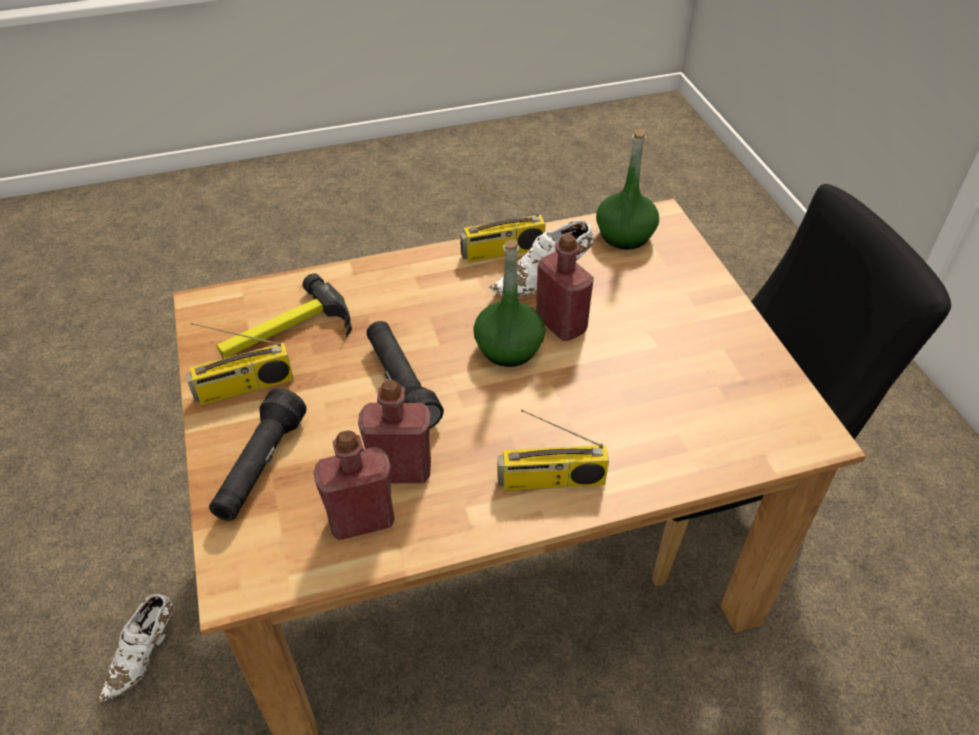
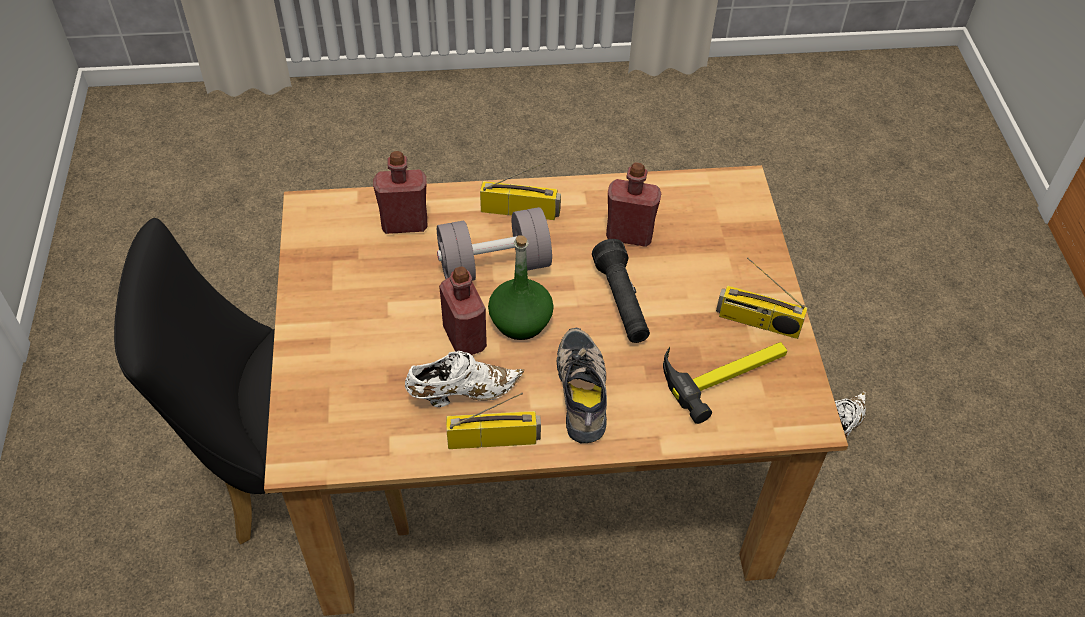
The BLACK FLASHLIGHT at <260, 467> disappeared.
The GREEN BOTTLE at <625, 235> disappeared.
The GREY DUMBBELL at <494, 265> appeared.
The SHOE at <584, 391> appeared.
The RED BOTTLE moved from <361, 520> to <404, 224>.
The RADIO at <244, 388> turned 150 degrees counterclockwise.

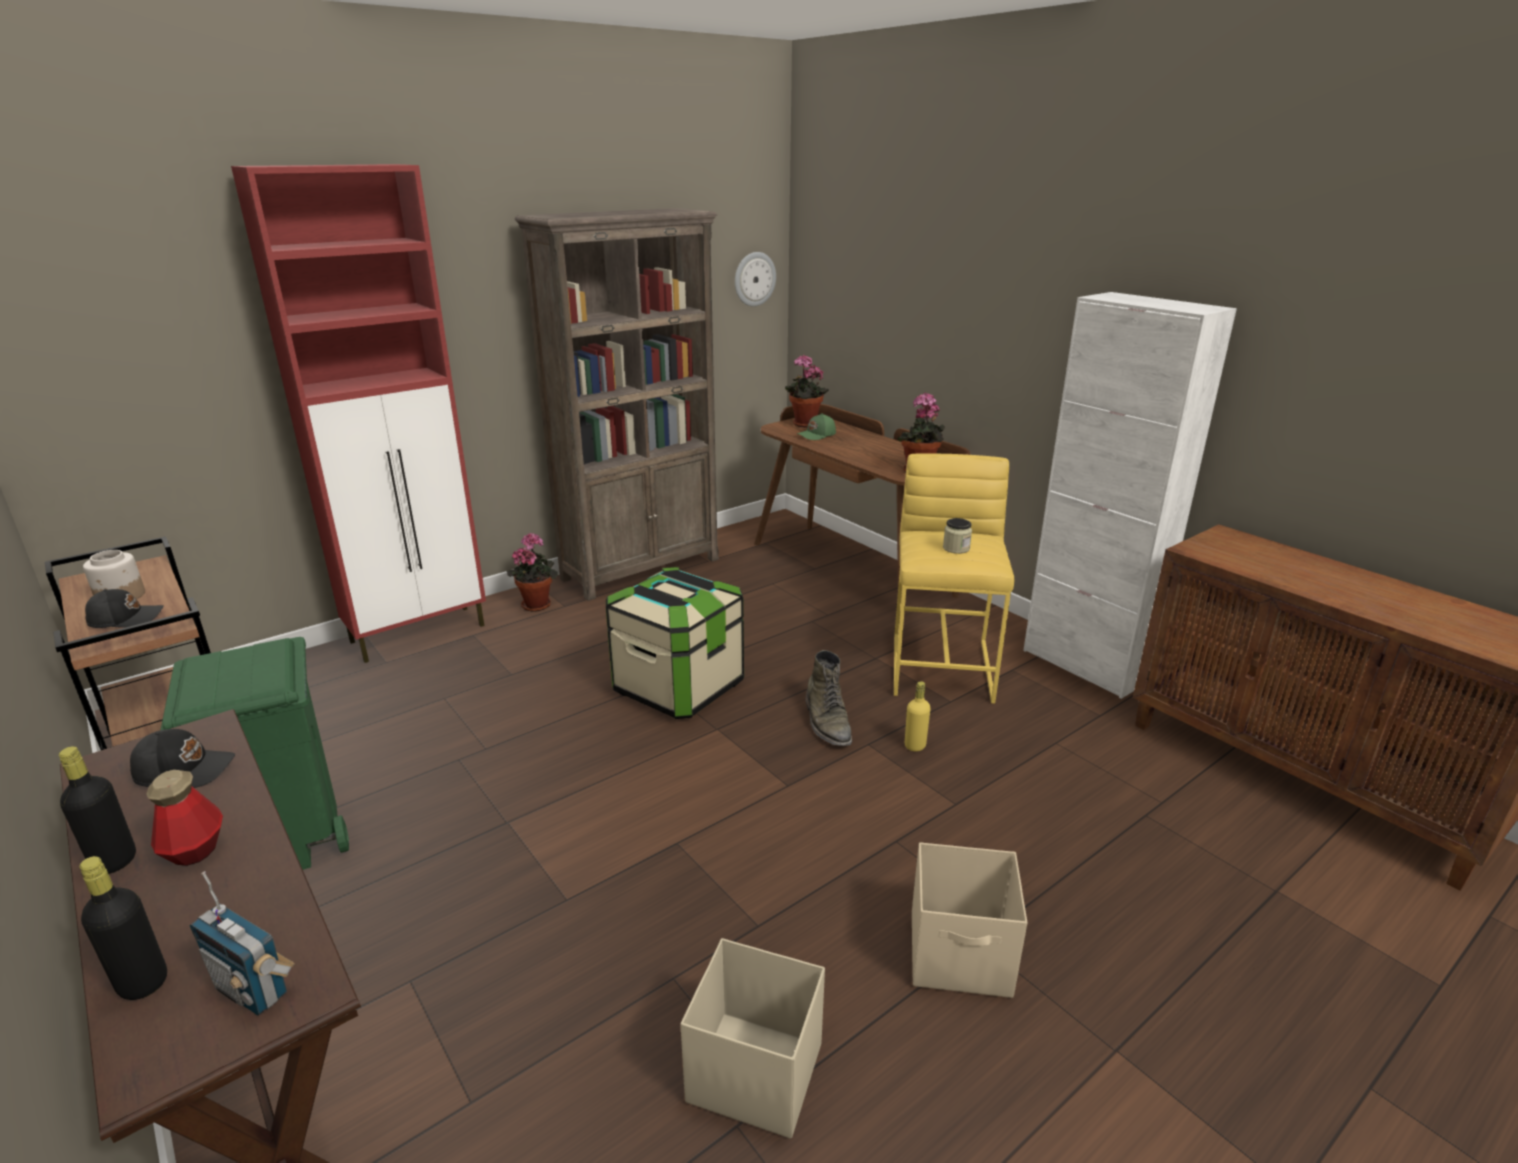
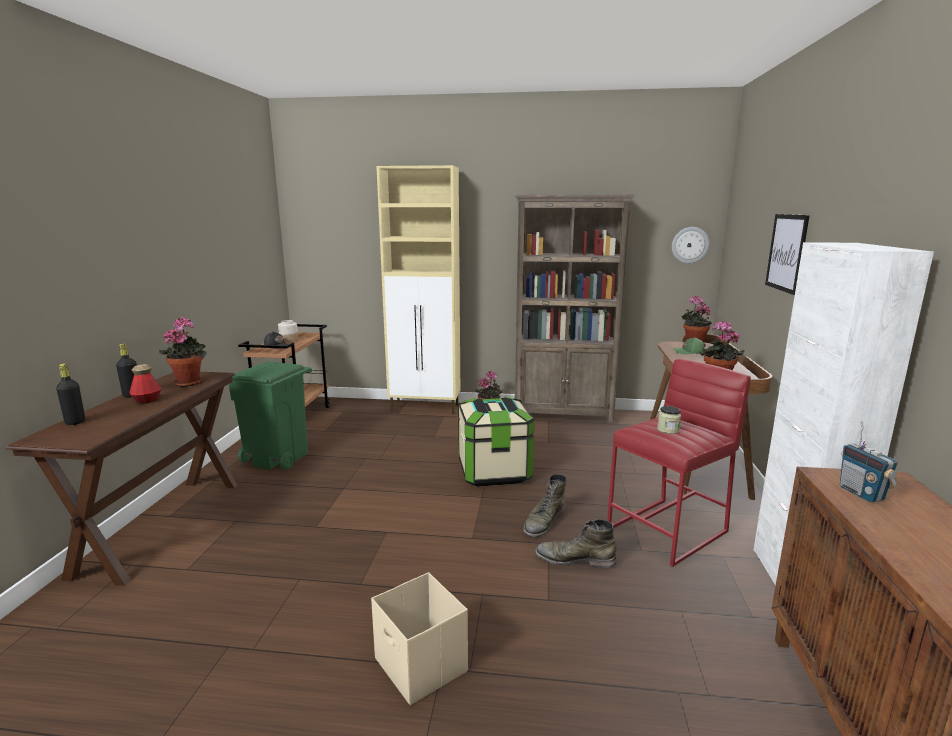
The BEIGE STORAGE BOX at <753, 1072> disappeared.
The PICTURE at <786, 252> appeared.
The RADIO moved from <254, 990> to <861, 493>.
The BLACK CAP at <185, 769> was replaced by the POTTED PLANT at <189, 382>.
The YELLOW BOTTLE at <915, 746> was replaced by the GREEN BOOT at <575, 559>.
The RED CABINET at <420, 633> became the BEIGE CABINET at <426, 408>.
The YELLOW STOOL at <943, 666> became the RED STOOL at <668, 530>.

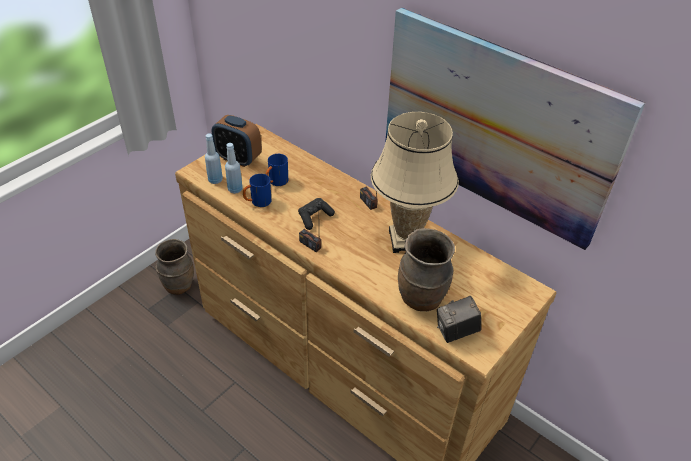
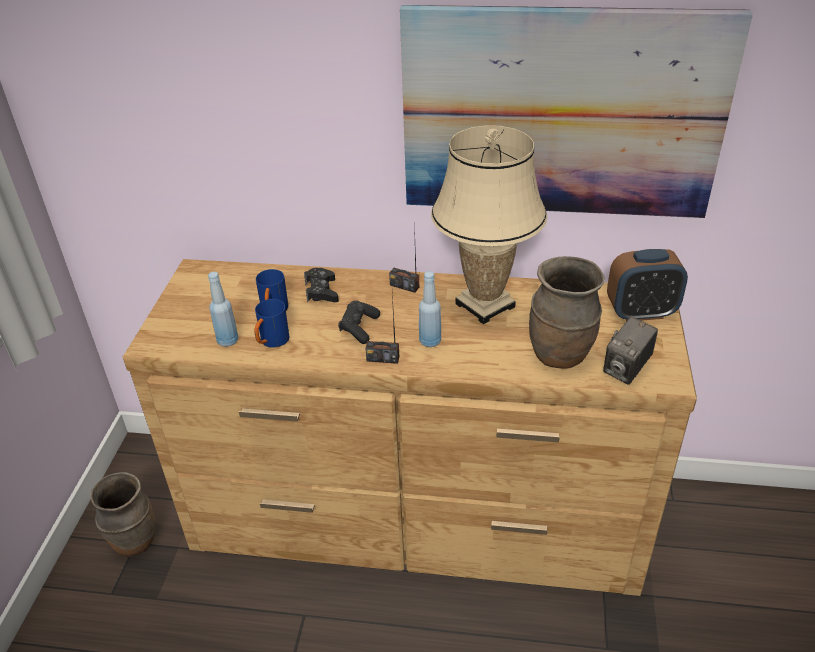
The BLACK GAME CONTROLLER at <321, 291> appeared.
The BLUE BOTTLE moved from <215, 180> to <430, 341>.
The ALARM CLOCK moved from <238, 159> to <641, 312>.

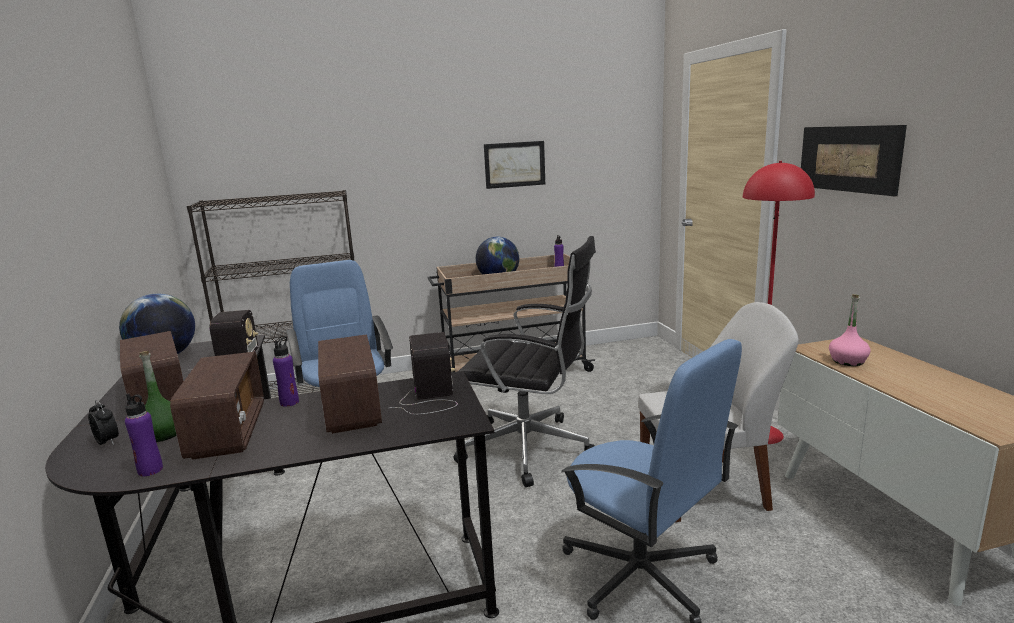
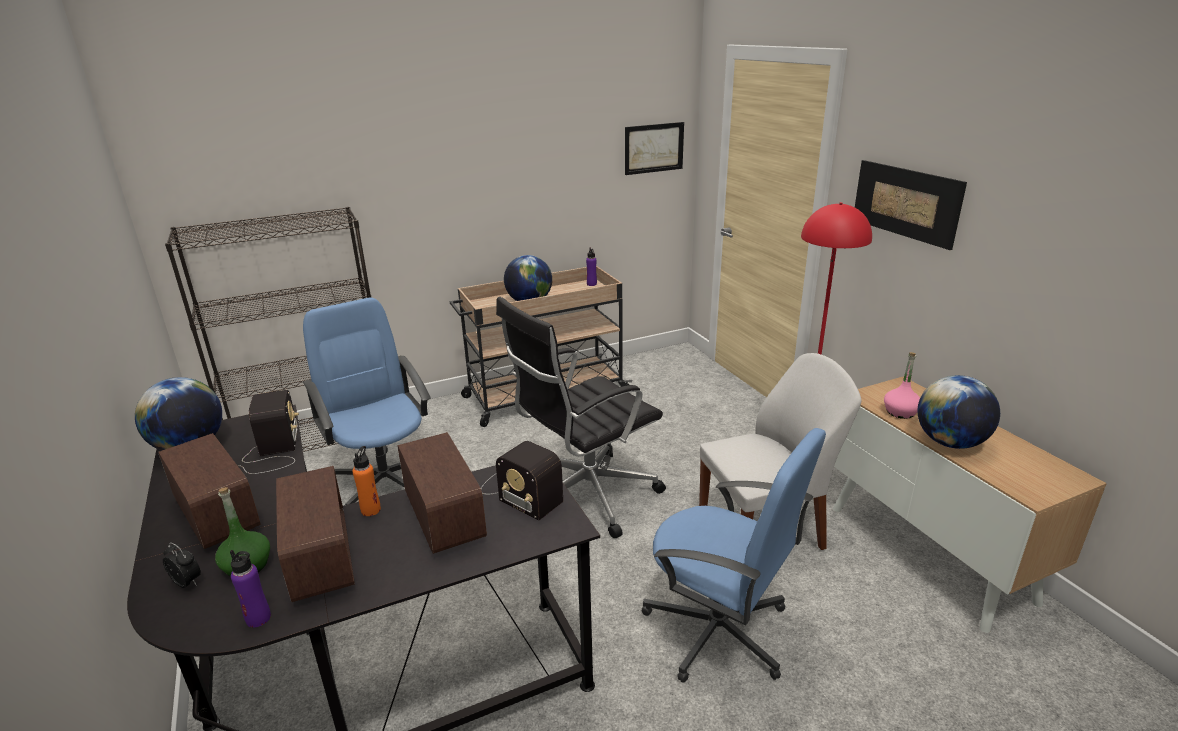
The GLOBE at <950, 442> appeared.
The PICTURE moved from <514, 164> to <654, 148>.
The PURPLE BOTTLE at <289, 402> became the ORANGE BOTTLE at <371, 510>.
The RADIO at <430, 395> turned 150 degrees clockwise.
The BLACK OFFICE CHAIR at <530, 449> turned 135 degrees clockwise.

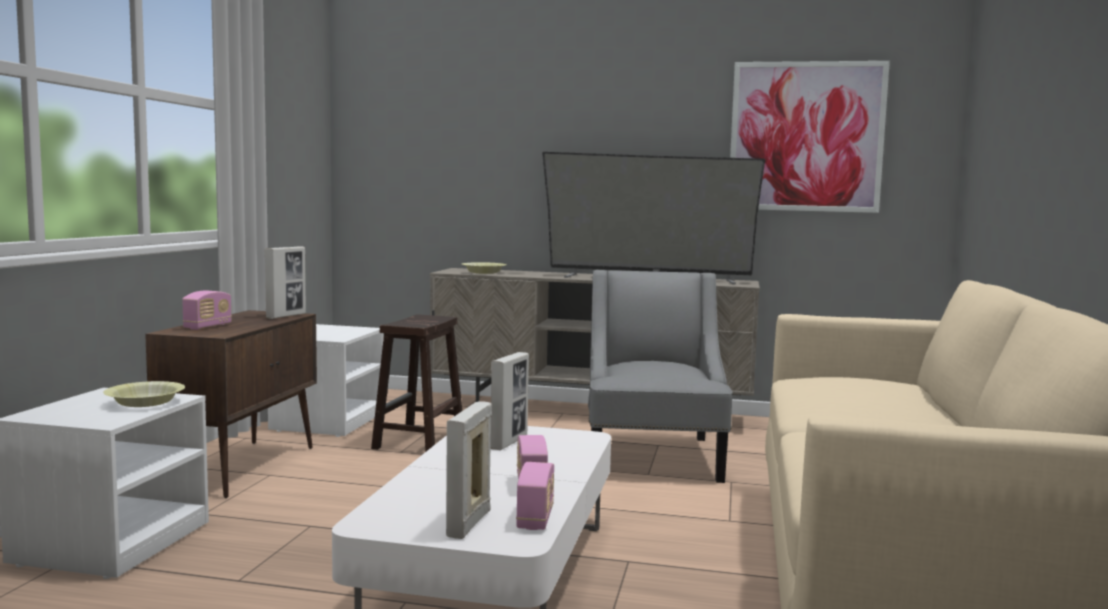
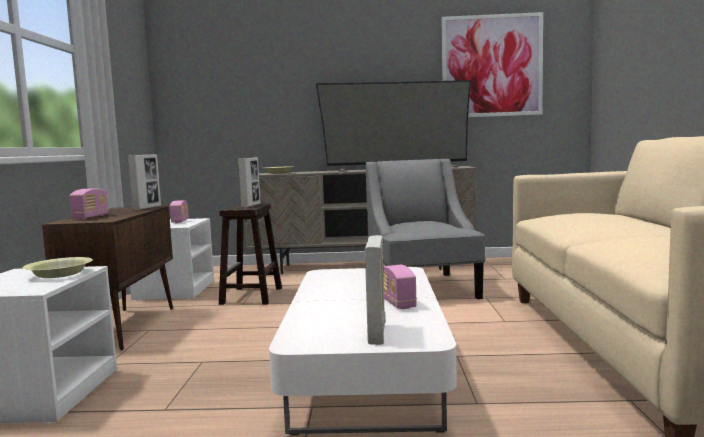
The PICTURE FRAME moved from <509, 442> to <251, 205>.
The RADIO moved from <535, 518> to <180, 221>.

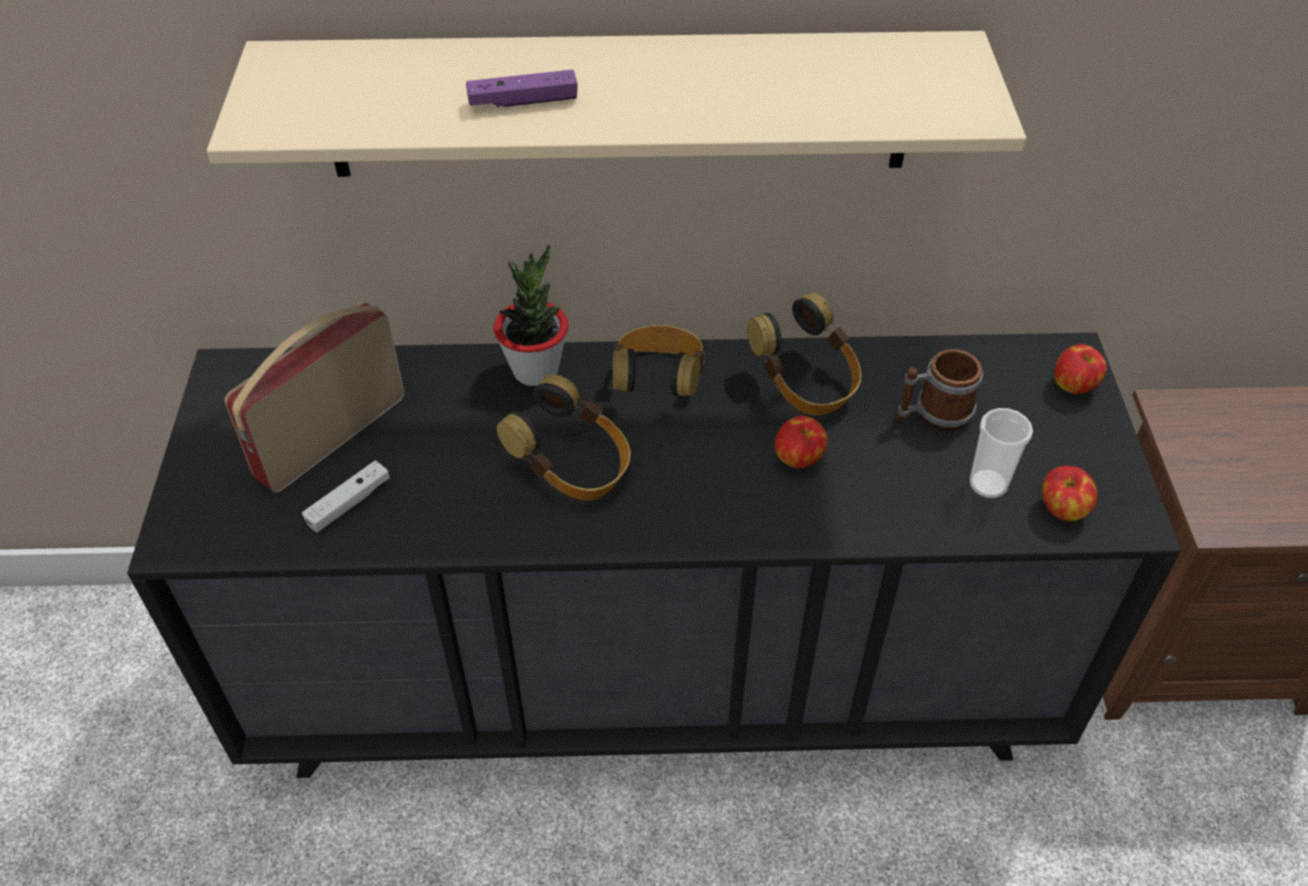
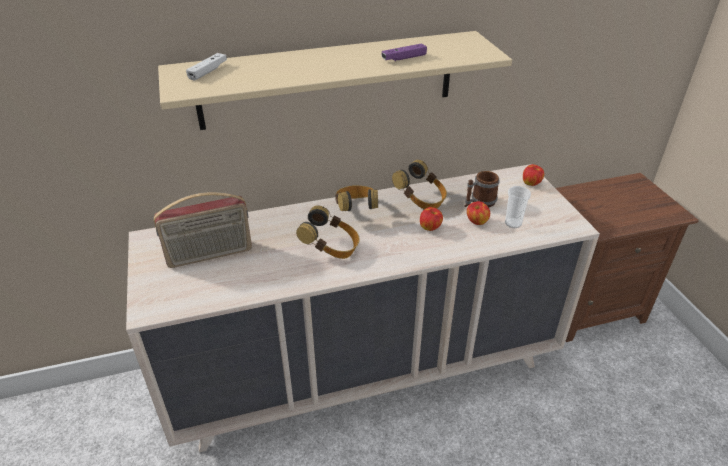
The POTTED PLANT at <535, 370> disappeared.
The WHITE GAME CONTROLLER moved from <349, 503> to <208, 71>.
The PURPLE GAME CONTROLLER moved from <523, 101> to <404, 58>.
The APPLE moved from <1062, 510> to <476, 222>.
The BLACK DRESSER at <656, 680> became the BEIGE DRESSER at <365, 368>.
The RADIO at <330, 436> turned 135 degrees counterclockwise.

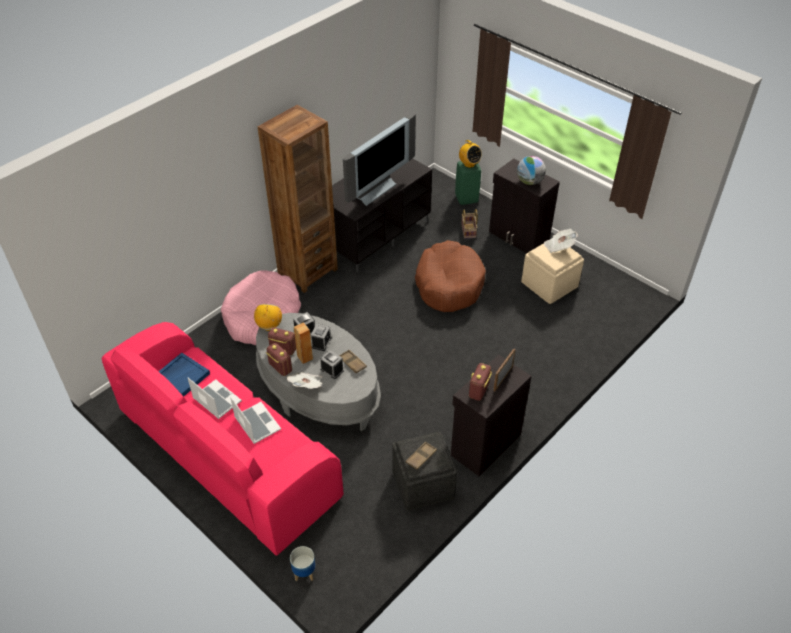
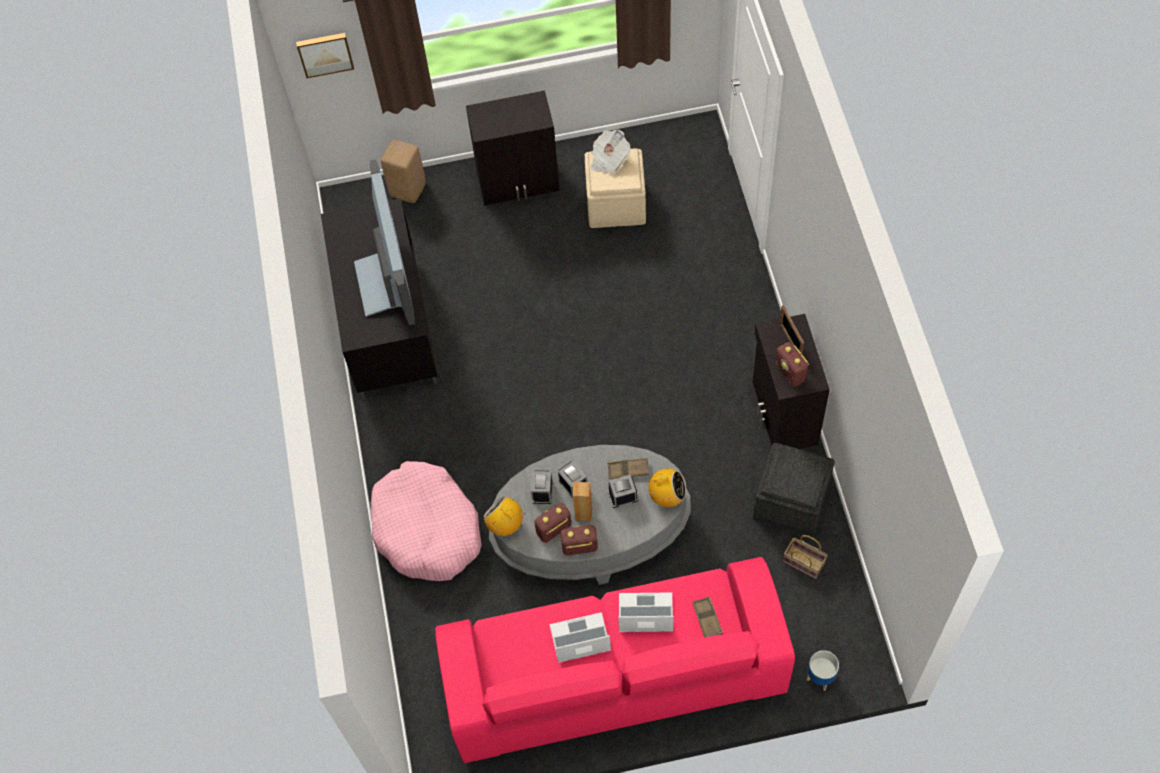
The BLUE TRAY at <181, 376> disappeared.
The BROWN BOOKCASE at <307, 271> disappeared.
The NEWSPAPER at <307, 386> disappeared.
The BROWN DOG BED at <449, 284> disappeared.
The GLOBE at <529, 182> disappeared.
The PICTURE at <325, 53> appeared.
The BROWN TRAY moved from <421, 457> to <707, 619>.
The RADIO moved from <469, 164> to <667, 496>.
The BASKET moved from <469, 231> to <805, 562>.
The GREEN STOOL at <466, 198> became the BEIGE STOOL at <407, 189>.

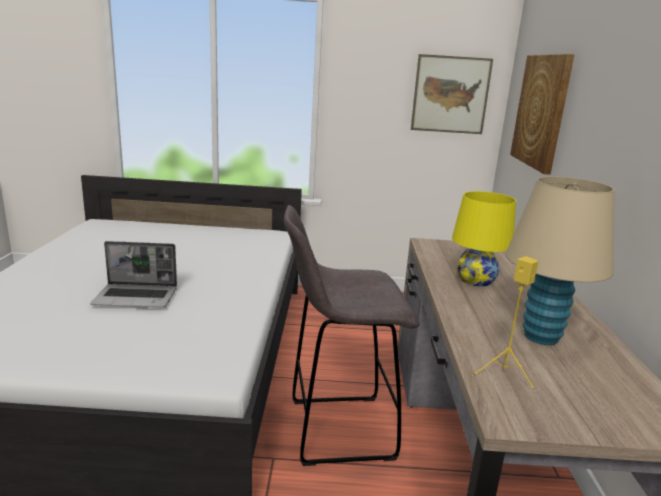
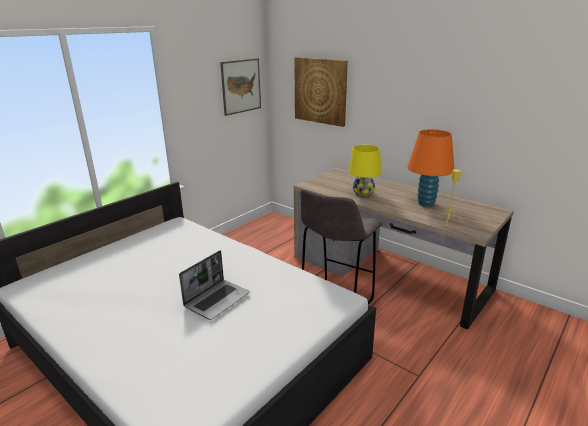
The BEIGE TABLE LAMP at <540, 336> became the ORANGE TABLE LAMP at <426, 203>.

